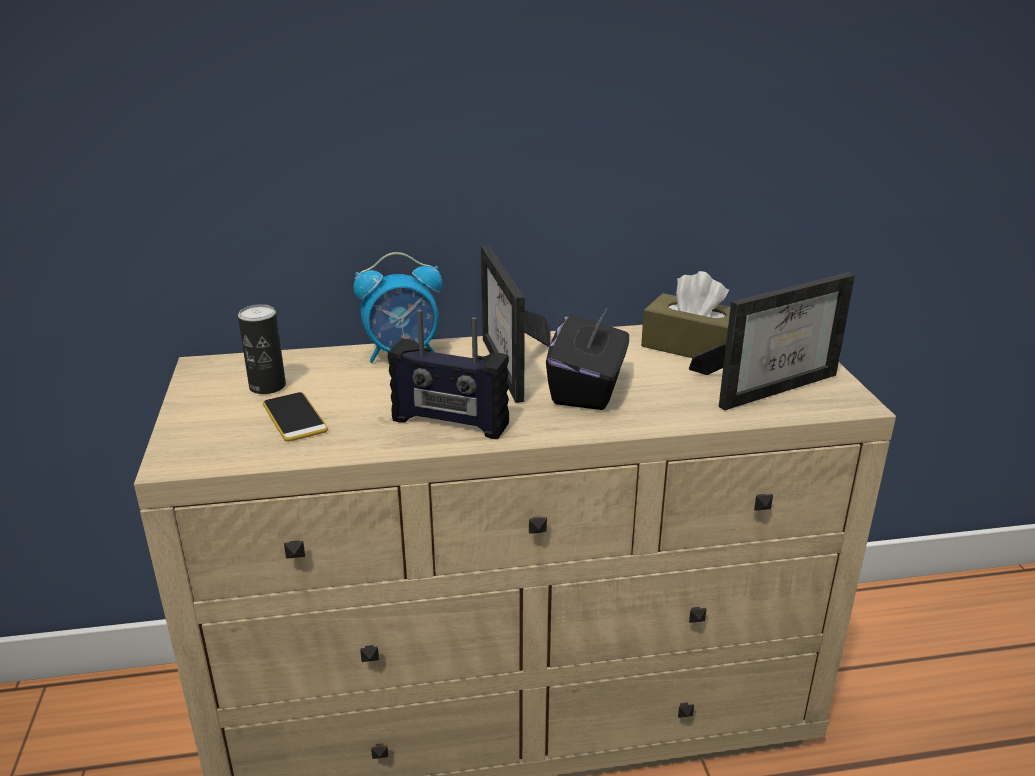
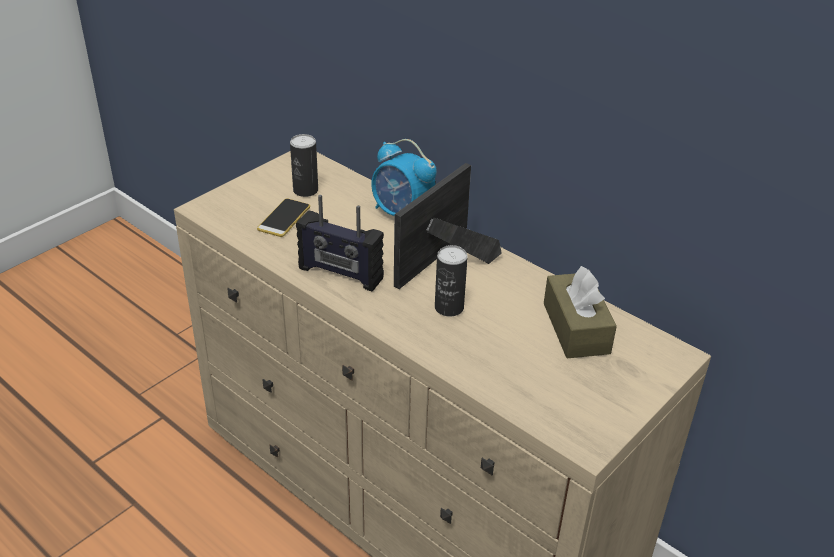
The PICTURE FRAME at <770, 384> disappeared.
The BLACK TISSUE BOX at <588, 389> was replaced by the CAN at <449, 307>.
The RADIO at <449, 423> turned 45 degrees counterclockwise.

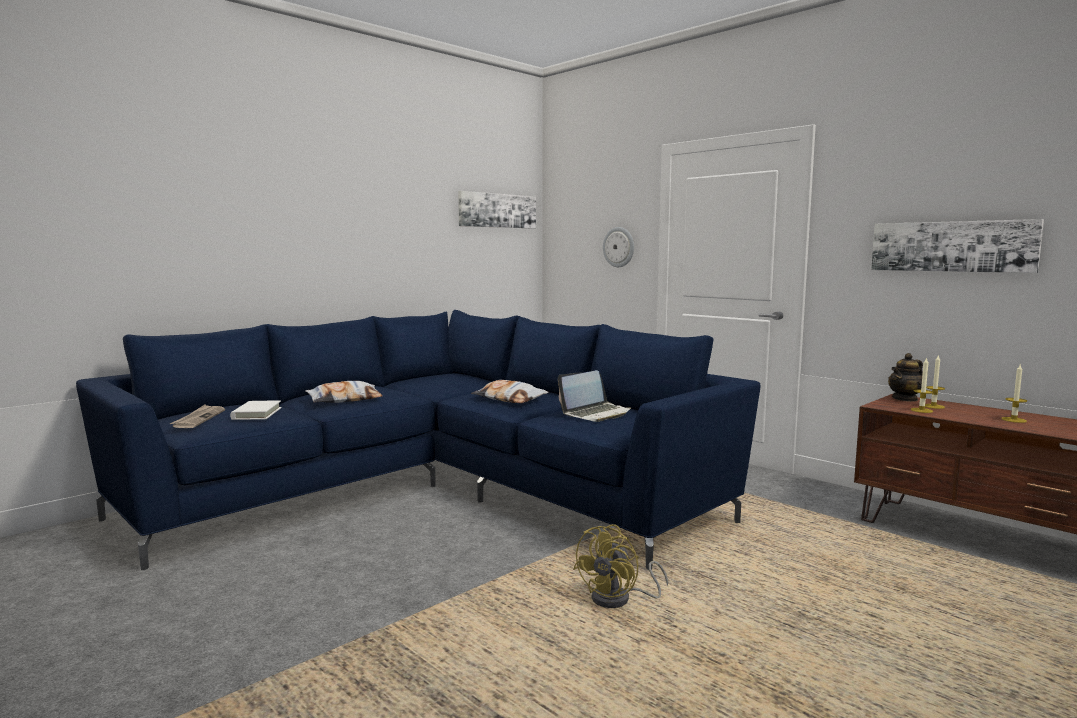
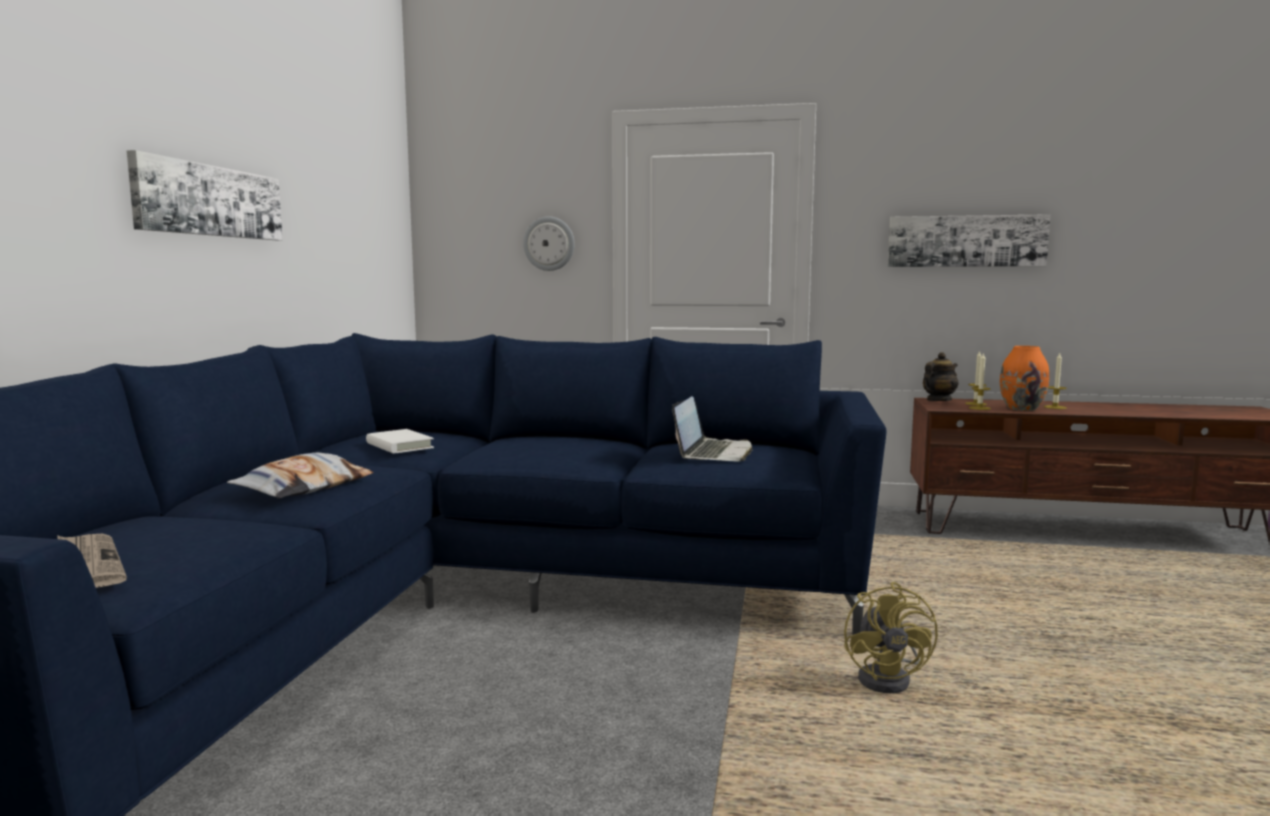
The PILLOW at <509, 399> disappeared.
The ORANGE VASE at <1022, 408> appeared.
The WHITE BOOK moved from <256, 413> to <399, 446>.
The PICTURE moved from <497, 210> to <210, 201>.
The TEAPOT at <905, 399> turned 150 degrees counterclockwise.

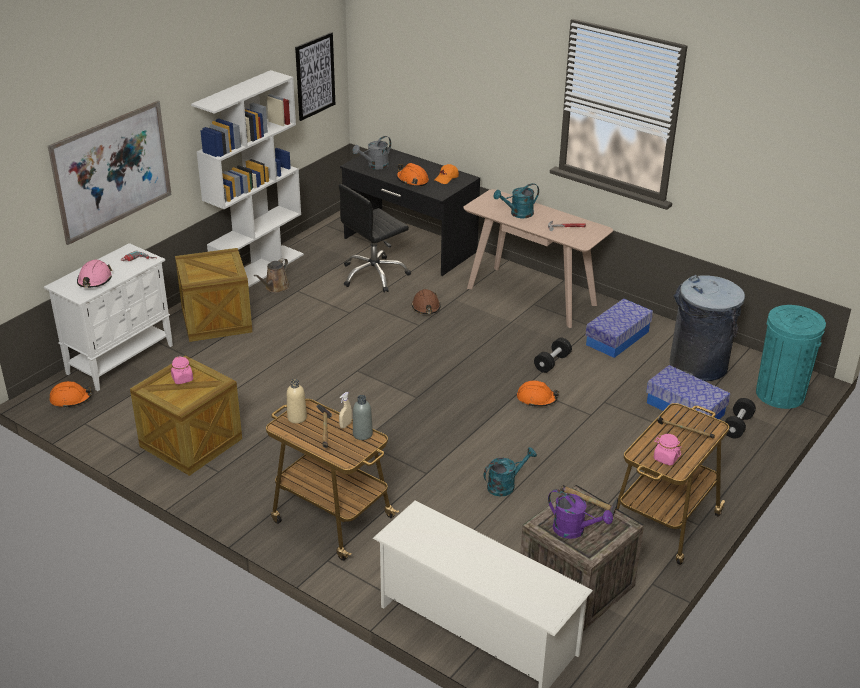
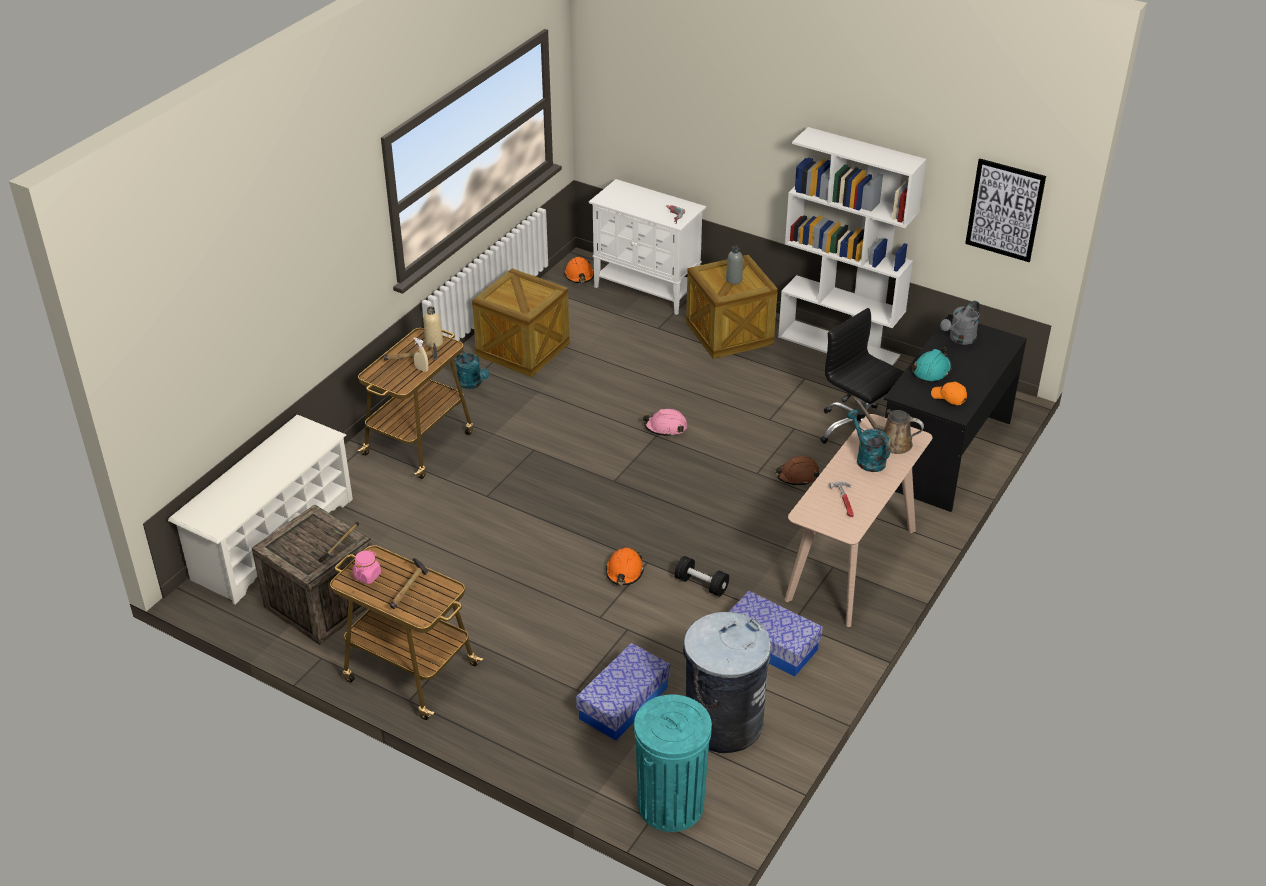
The PICTURE at <112, 171> disappeared.
The PINK JAR at <182, 379> disappeared.
The PURPLE WATERING CAN at <574, 530> disappeared.
The BLACK DUMBBELL at <737, 426> disappeared.
The PINK HARD HAT moved from <94, 280> to <666, 427>.
The BROWN WATERING CAN moved from <275, 288> to <891, 442>.
The GREY BOTTLE moved from <362, 434> to <734, 280>.
The TURQUOISE WATERING CAN moved from <505, 485> to <472, 384>.
The ORANGE HARD HAT at <412, 180> became the TURQUOISE HARD HAT at <931, 370>.
The GREY WATERING CAN at <375, 166> turned 90 degrees counterclockwise.

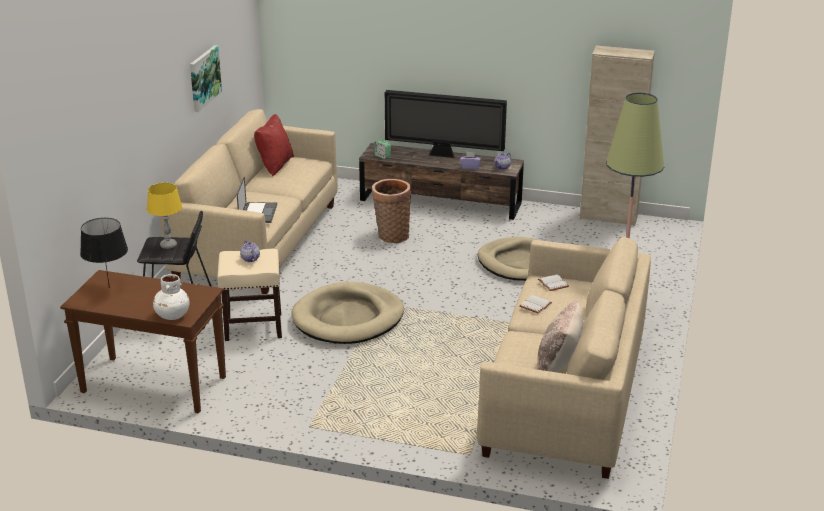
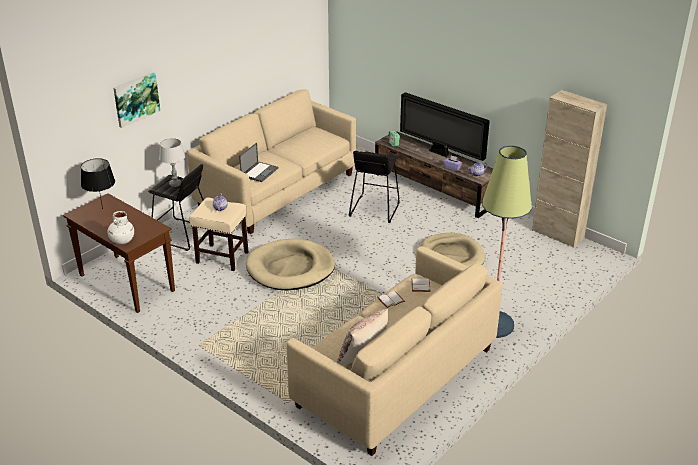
The RED PILLOW at <275, 165> disappeared.
The PICTURE moved from <204, 78> to <136, 99>.
The BASKET at <391, 235> was replaced by the BLACK STOOL at <374, 209>.
The YELLOW TABLE LAMP at <168, 245> became the GREY TABLE LAMP at <175, 184>.

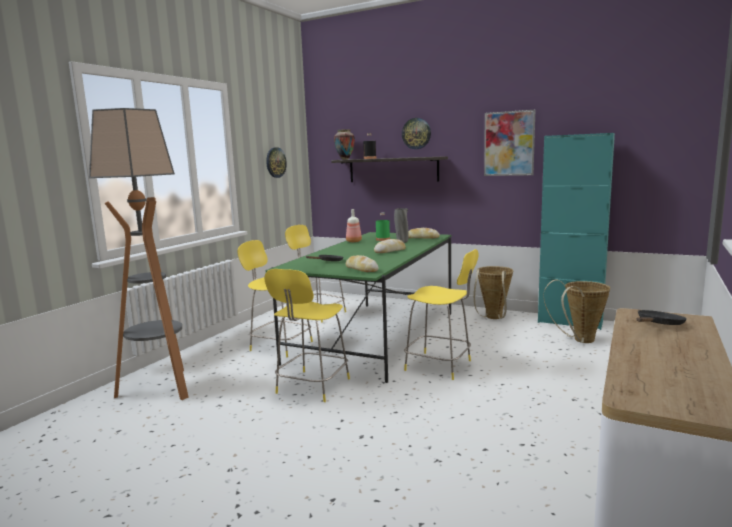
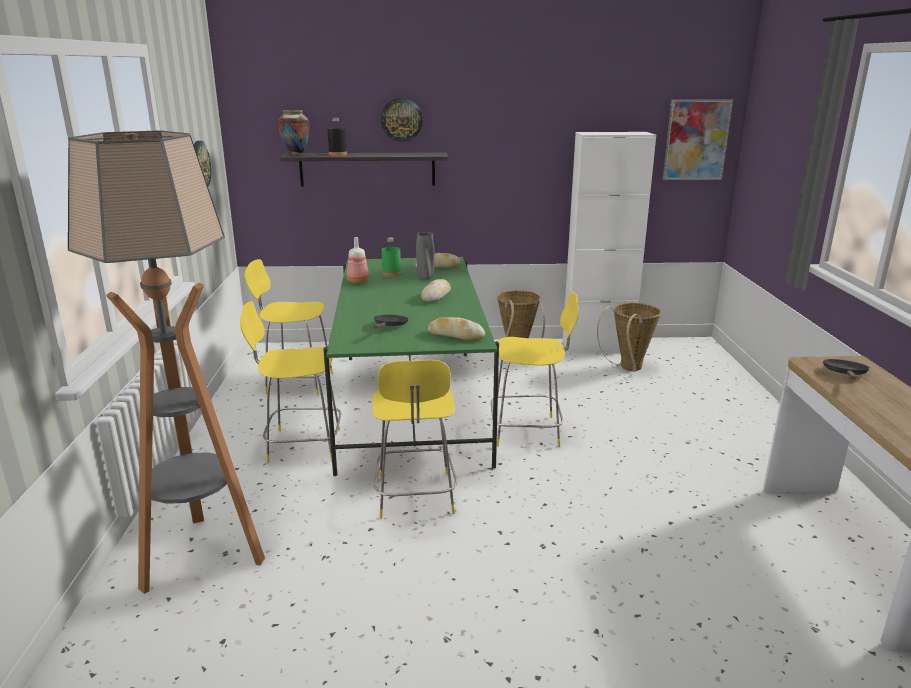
The PICTURE moved from <509, 143> to <696, 140>.
The TURQUOISE CABINET at <570, 322> became the WHITE CABINET at <597, 346>.

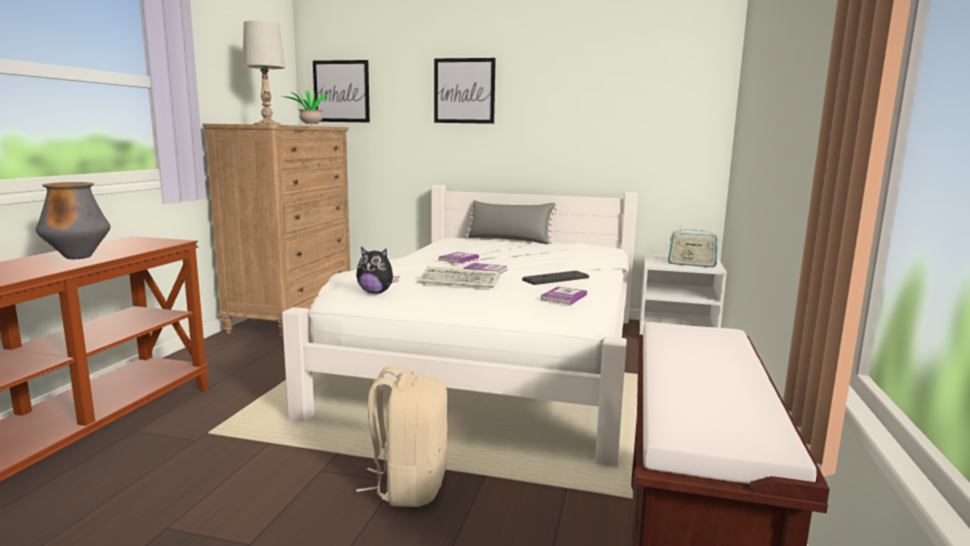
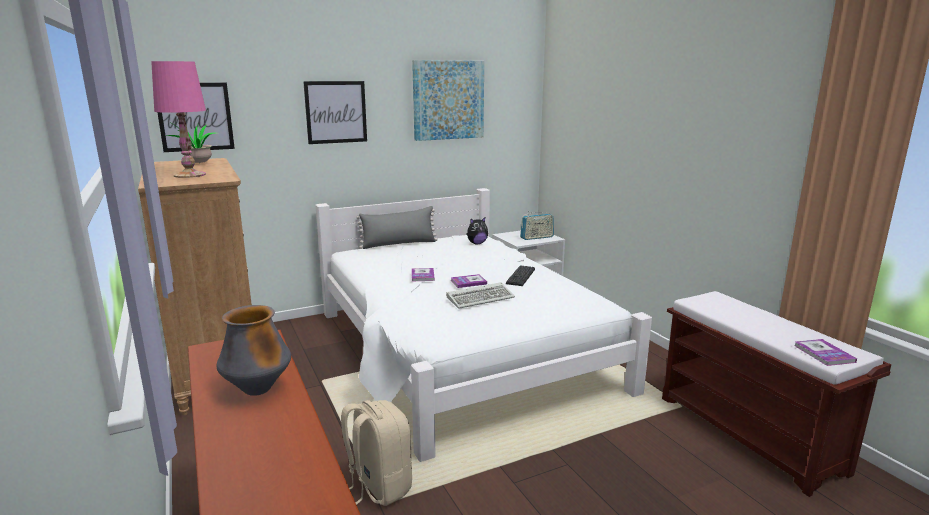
The PICTURE at <448, 100> appeared.
The PLUSH TOY moved from <376, 293> to <477, 243>.
The BEIGE BACKPACK moved from <409, 486> to <378, 487>.
The BOOK moved from <564, 297> to <824, 353>.
The WHITE TABLE LAMP at <267, 124> became the PINK TABLE LAMP at <190, 175>.

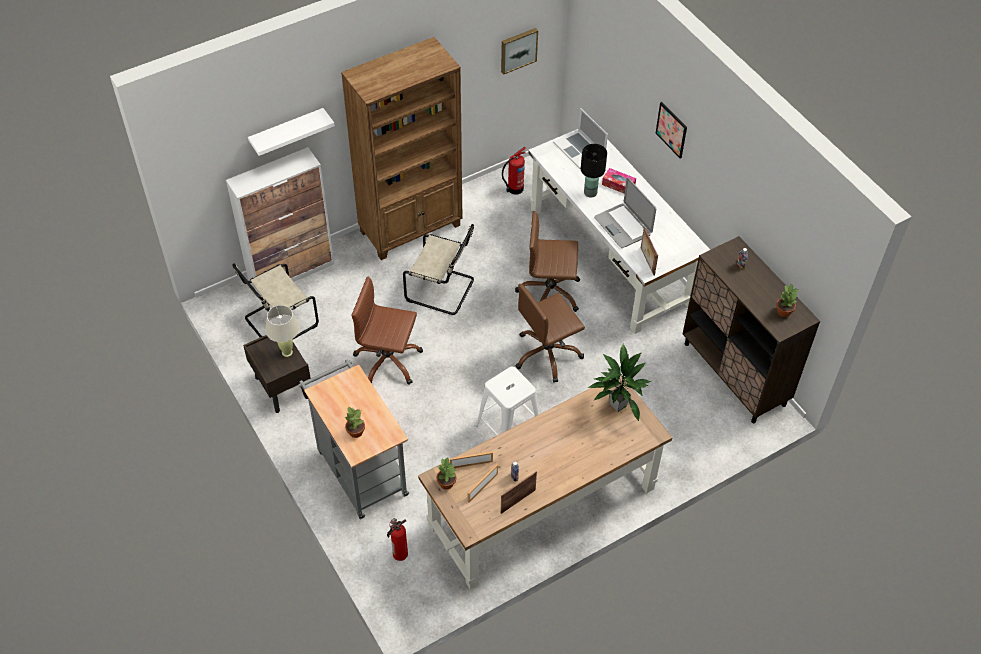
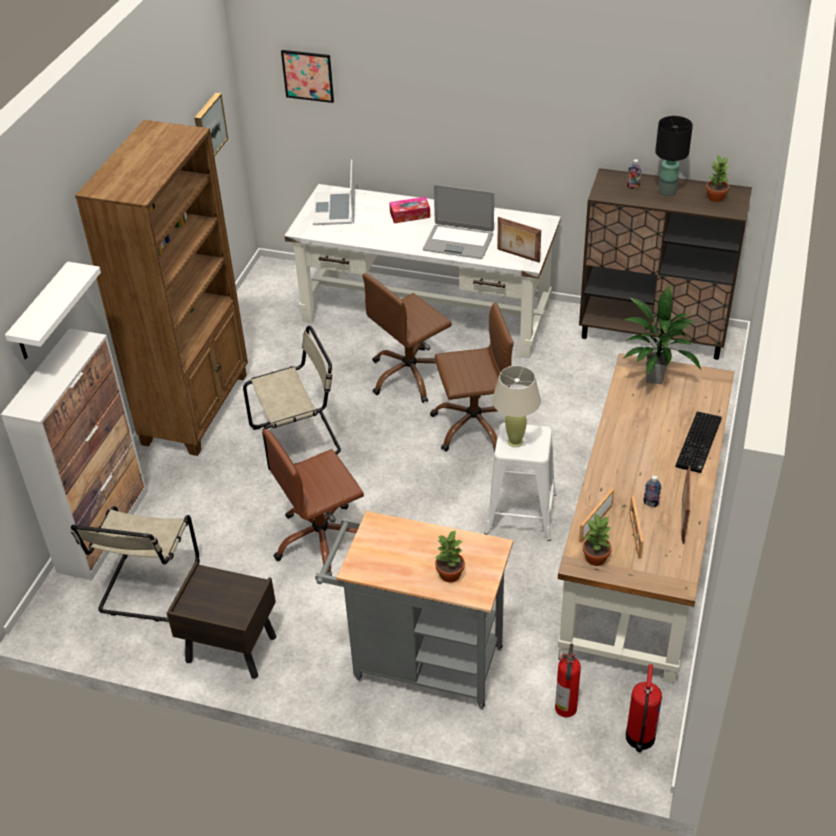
The KEYBOARD at <699, 444> appeared.
The BEIGE TABLE LAMP moved from <287, 352> to <515, 442>.
The FIRE EXTINGUISHER moved from <514, 189> to <639, 739>.
The BLACK TABLE LAMP moved from <590, 192> to <666, 191>.
The PICTURE moved from <671, 129> to <308, 75>.
The BROWN OFFICE CHAIR at <547, 354> turned 120 degrees counterclockwise.
The LAPTOP at <579, 149> turned 75 degrees clockwise.

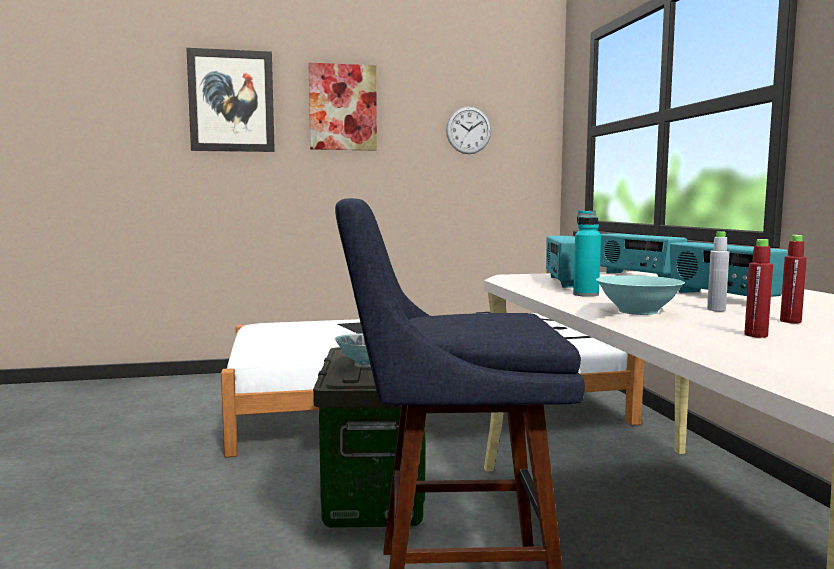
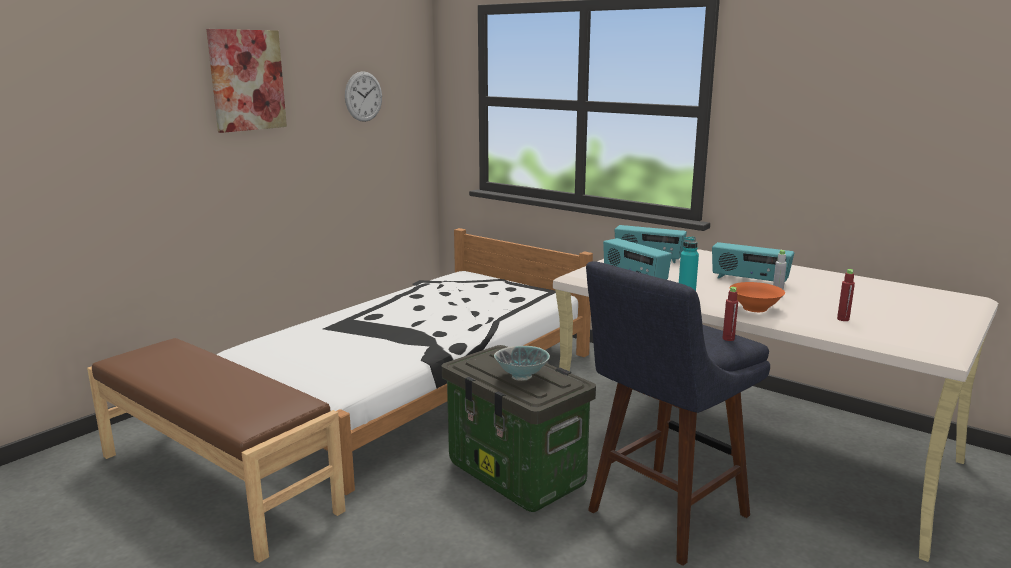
The PICTURE at <231, 101> disappeared.
The BROWN BENCH at <218, 481> appeared.
The RED BOTTLE moved from <790, 321> to <728, 339>.
The TURQUOISE BOWL at <637, 311> became the ORANGE BOWL at <754, 308>.

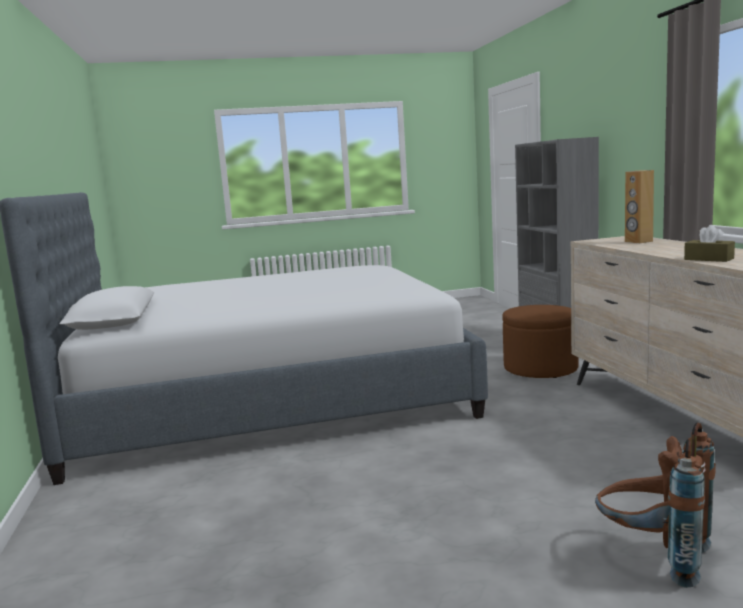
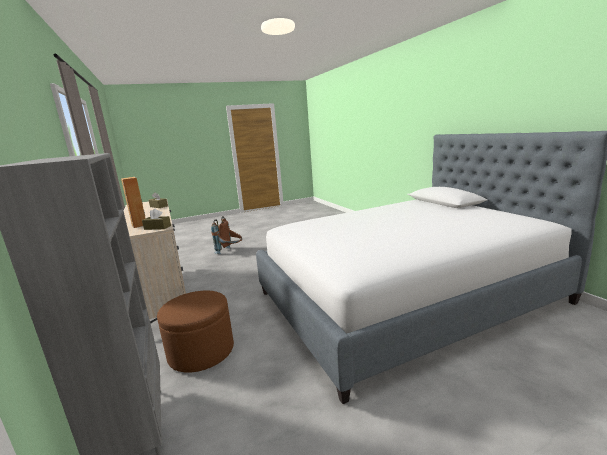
The BROWN TISSUE BOX at <157, 227> appeared.

